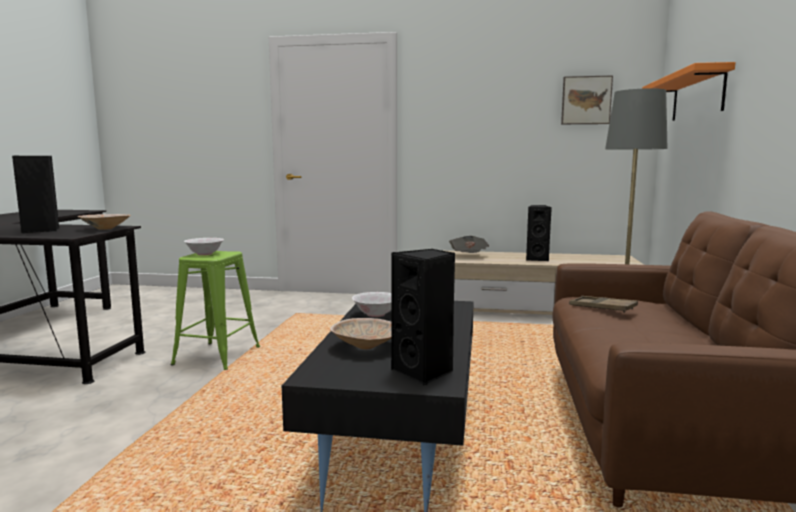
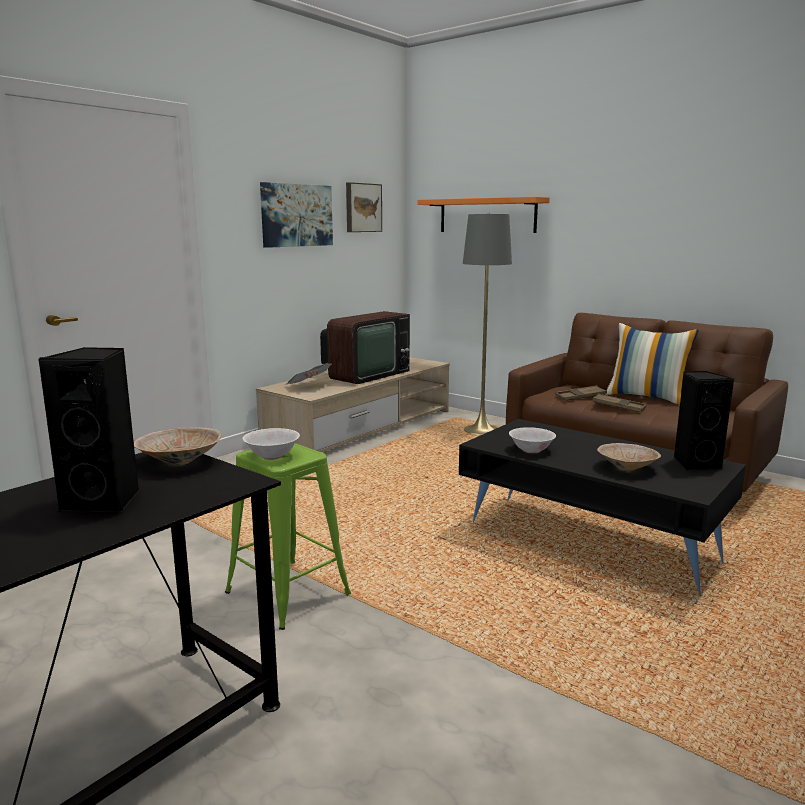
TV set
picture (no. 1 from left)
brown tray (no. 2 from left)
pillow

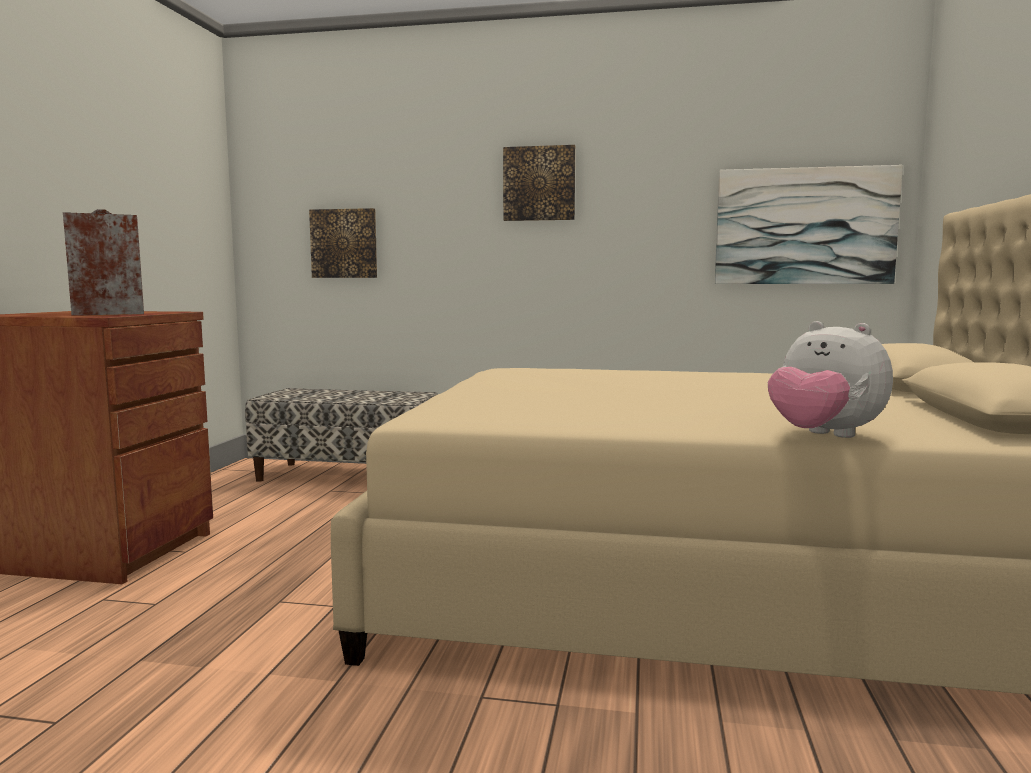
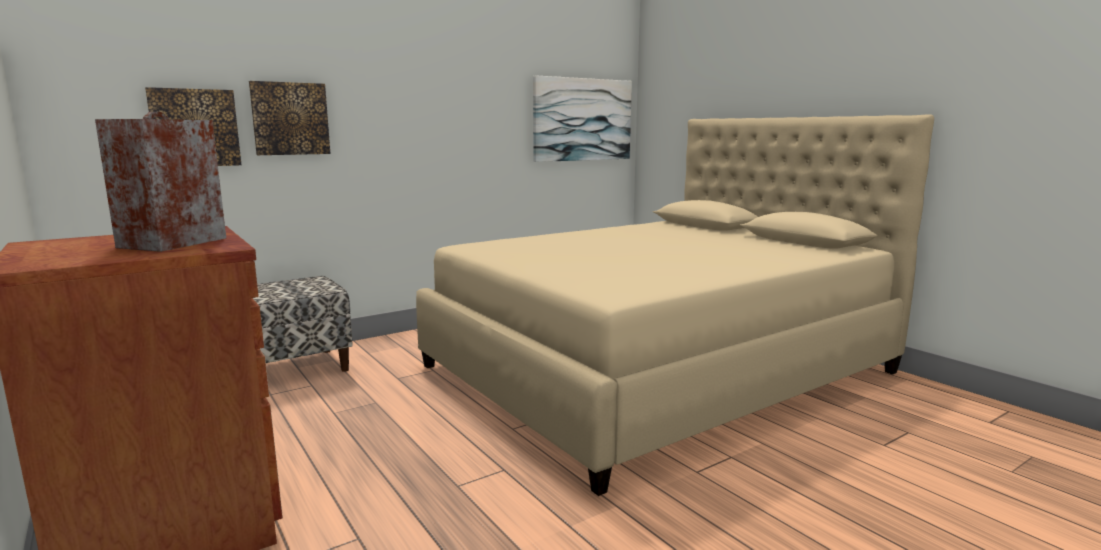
picture (no. 2 from left)
cuddly toy

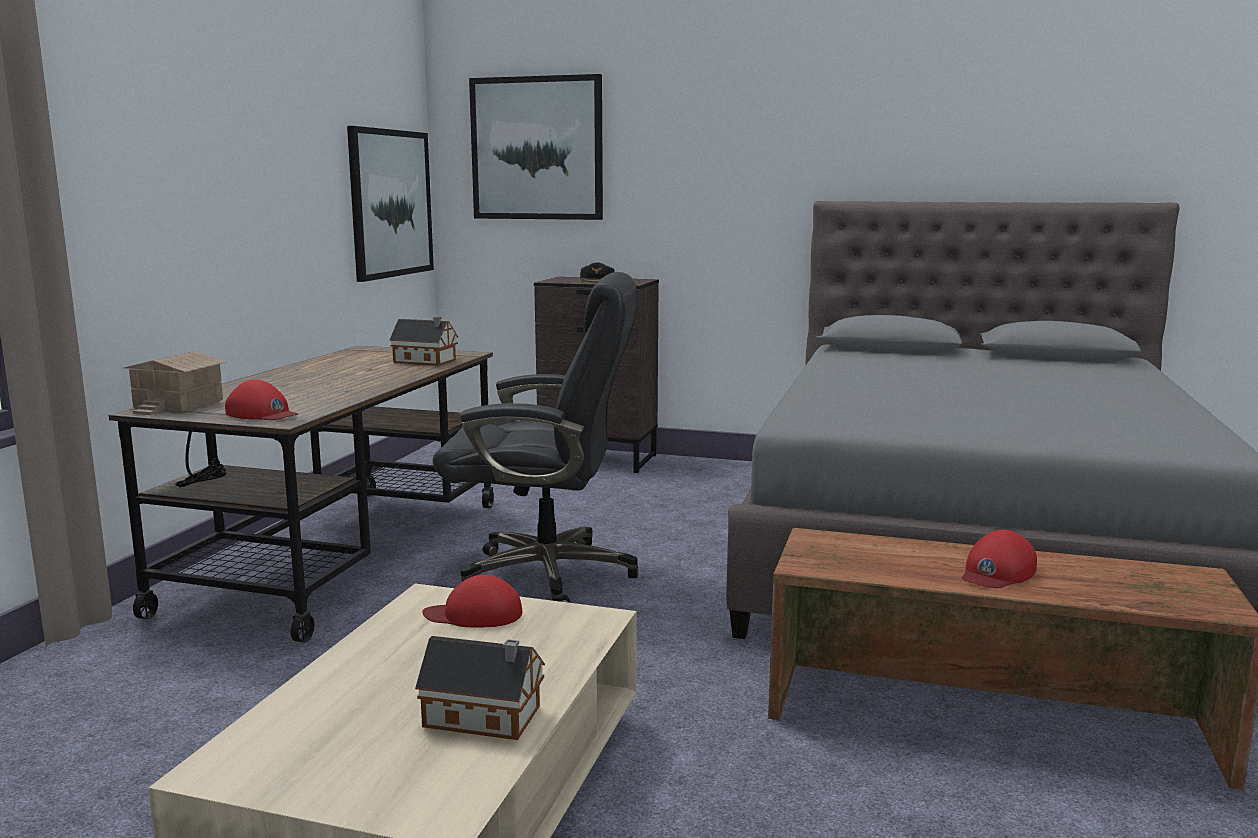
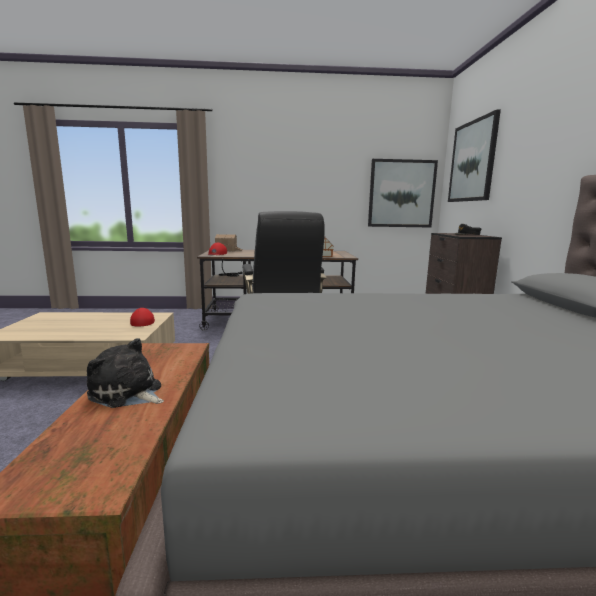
miniature house (no. 3 from left in the first image)
cuddly toy

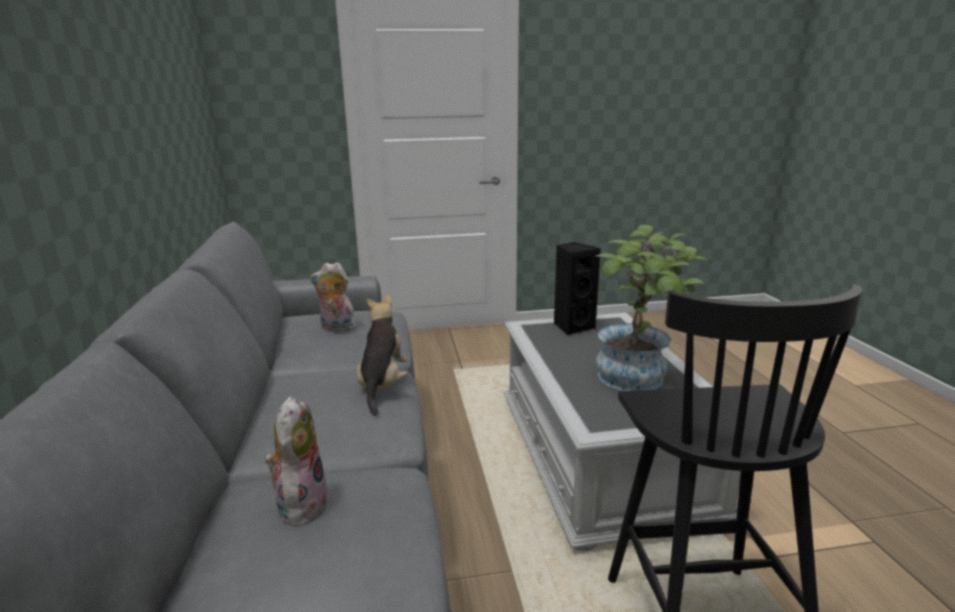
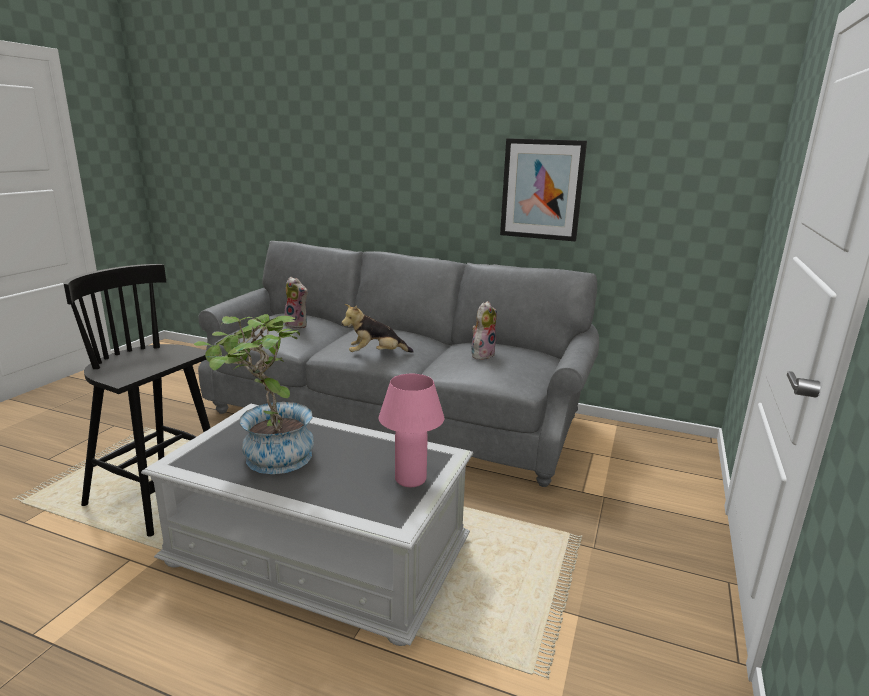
cuddly toy (no. 2 from left)
pink-coloured table lamp
picture

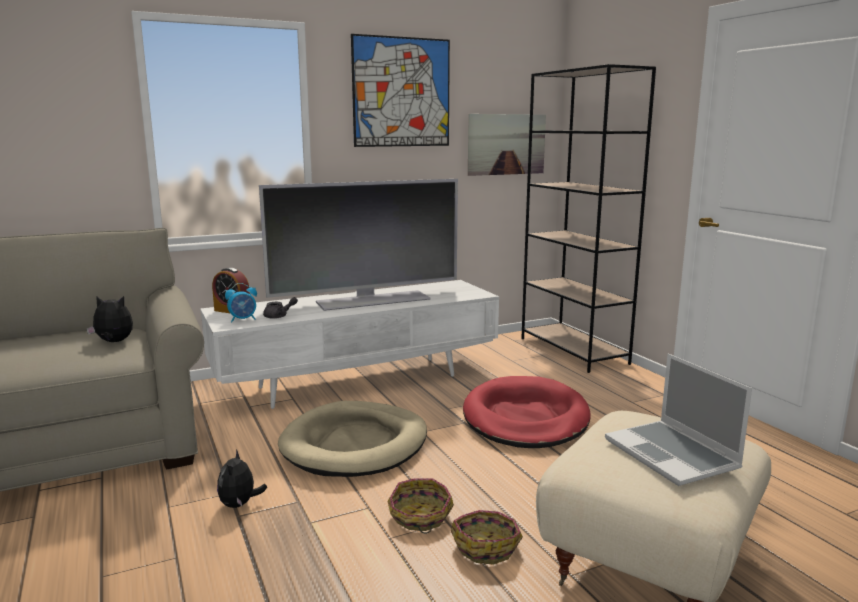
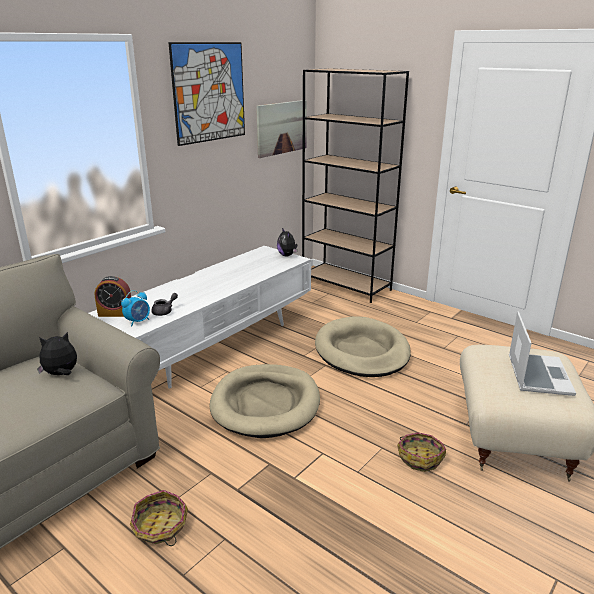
cuddly toy (no. 2 from left)
TV set
basket (no. 1 from left)
beige pet bed (no. 2 from left)
laptop

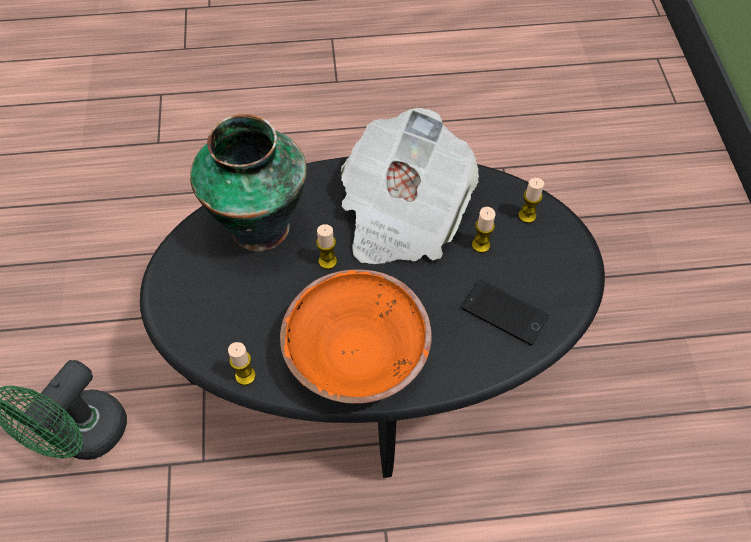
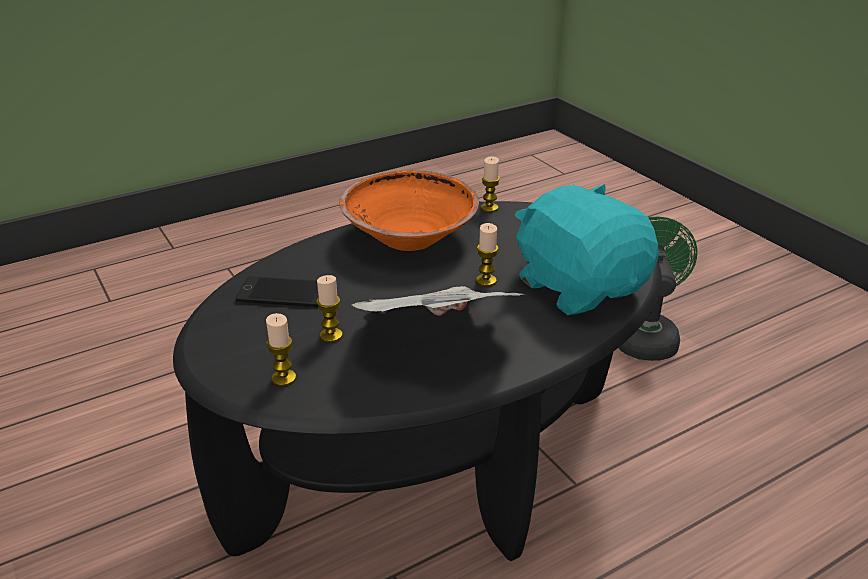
turquoise cuddly toy

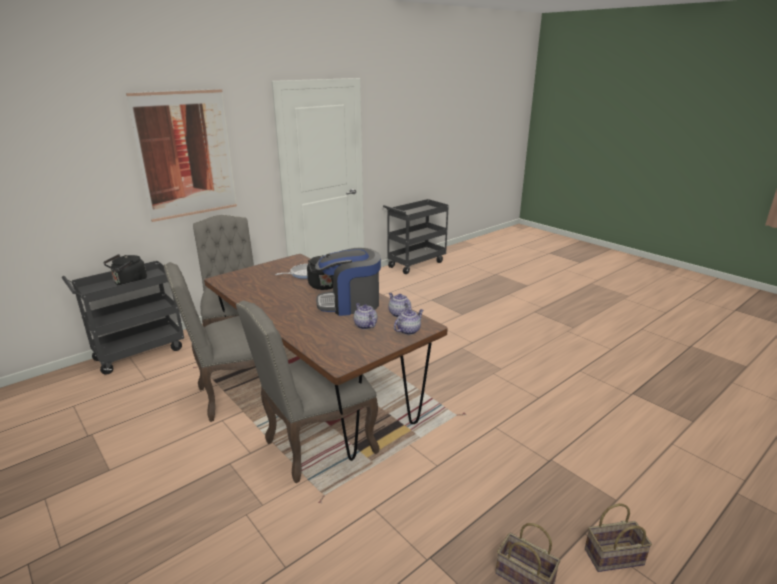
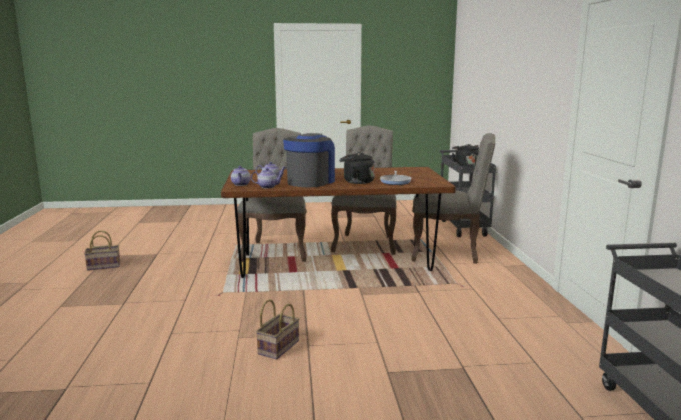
picture
basket (no. 2 from left)

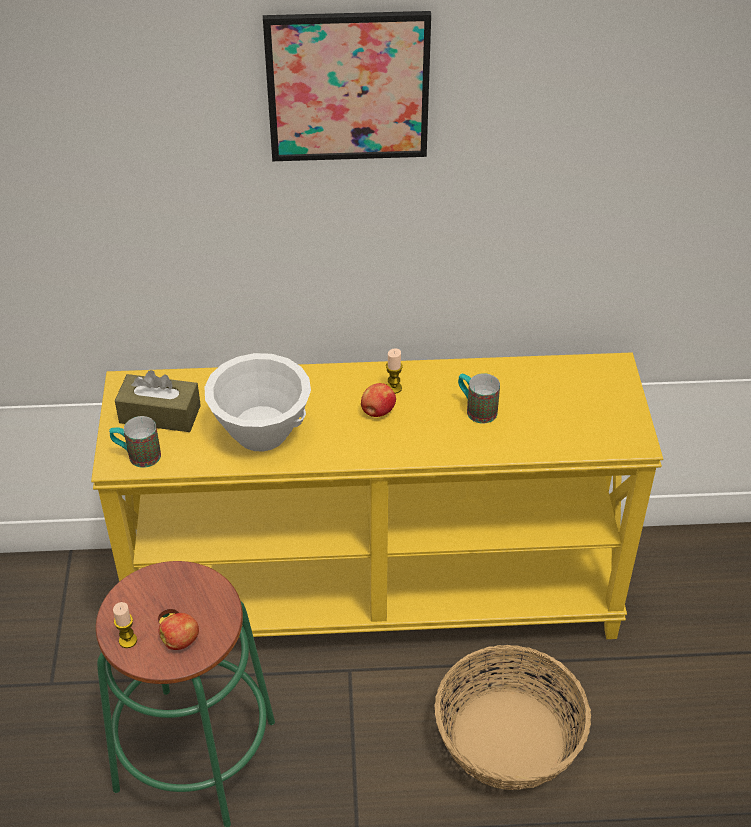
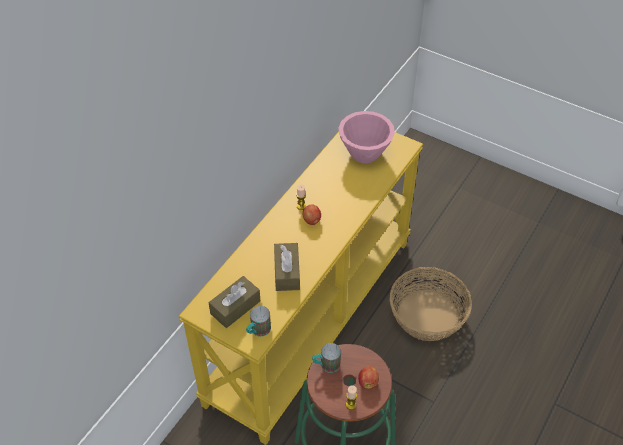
brown tissue box (no. 2 from left)
picture
tea mug (no. 2 from left)
pink-coloured bowl

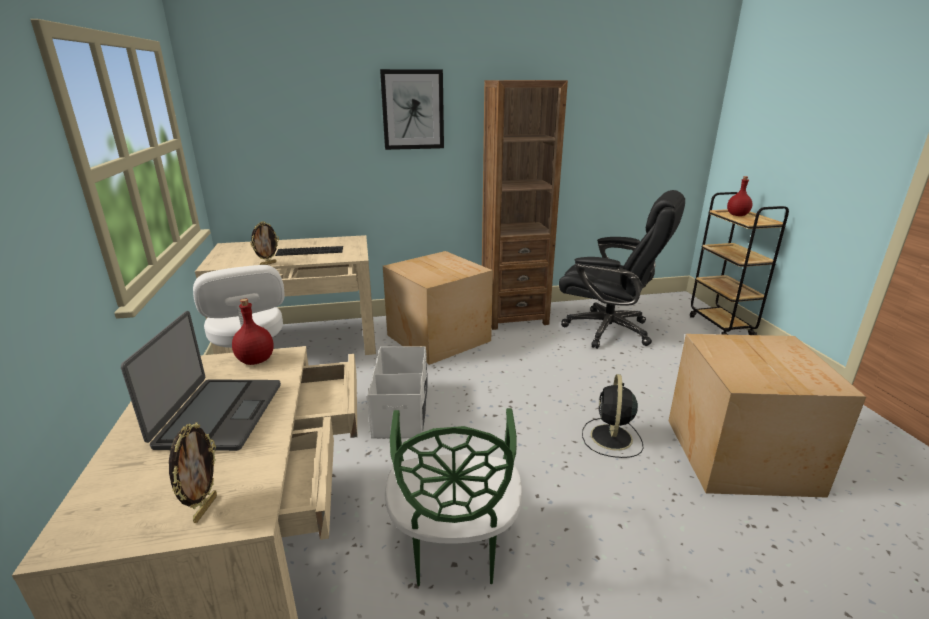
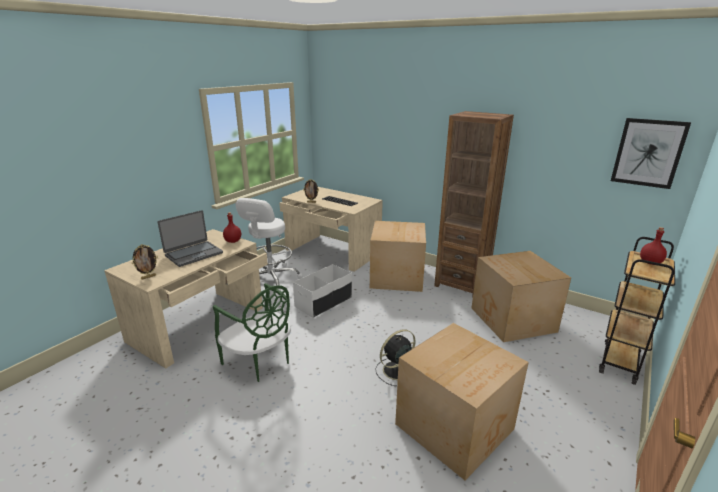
picture
green-coloured upright chair
cardboard box (no. 3 from left)

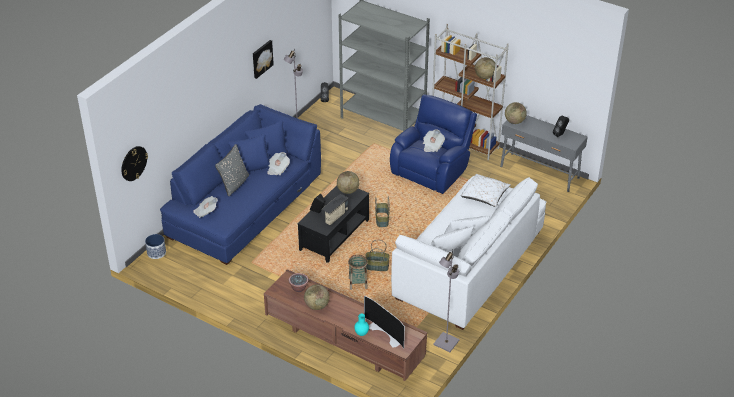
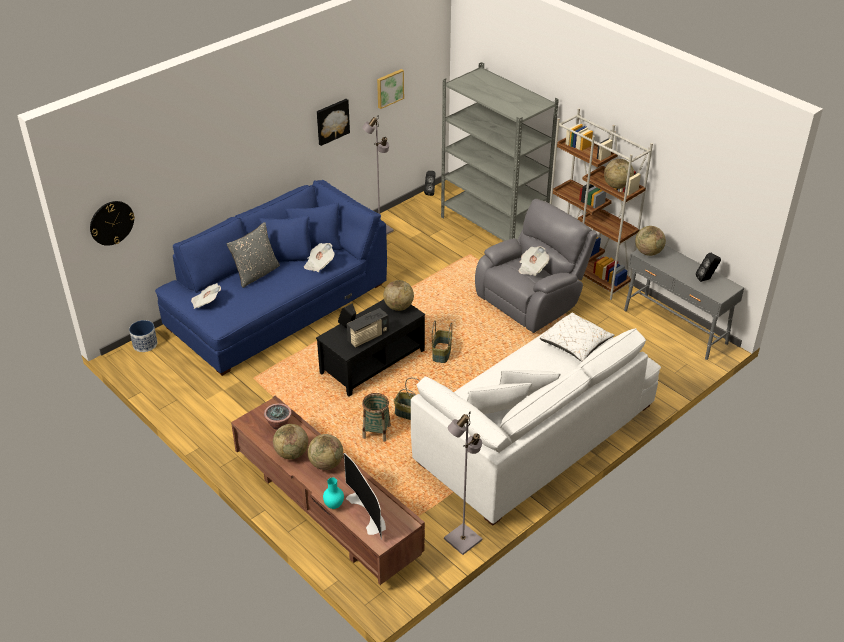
gray easy chair
globe (no. 2 from left)
picture (no. 2 from left)

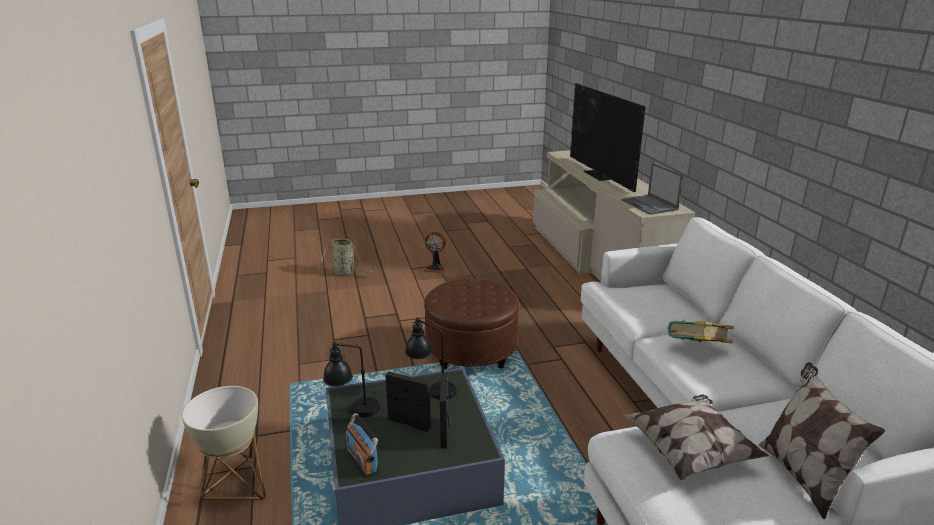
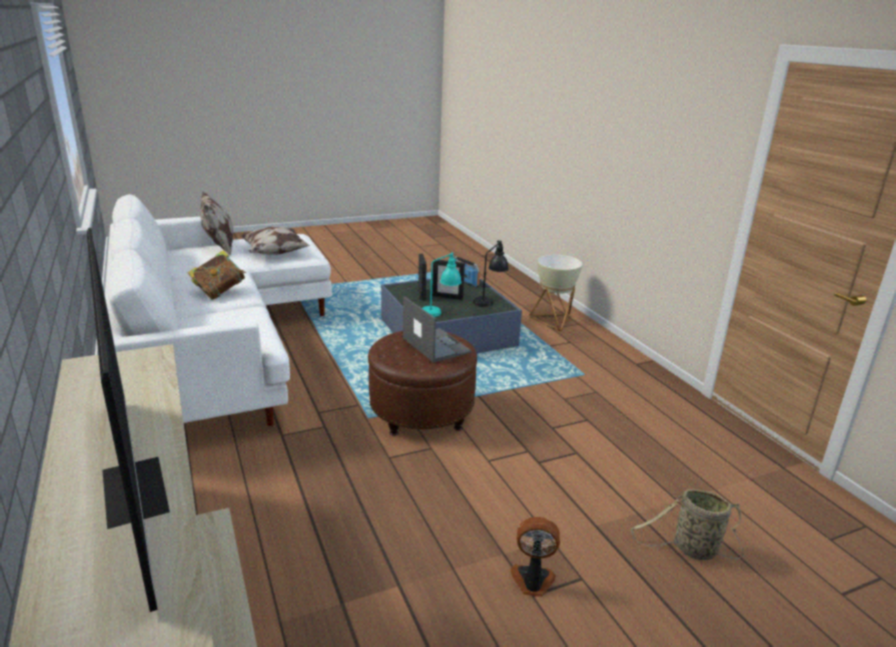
turquoise table lamp
laptop

